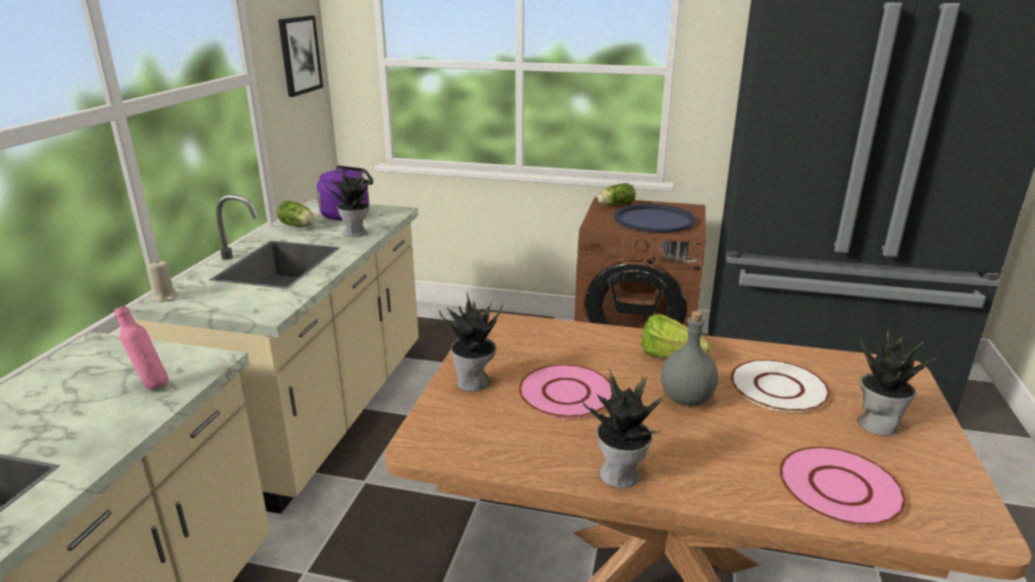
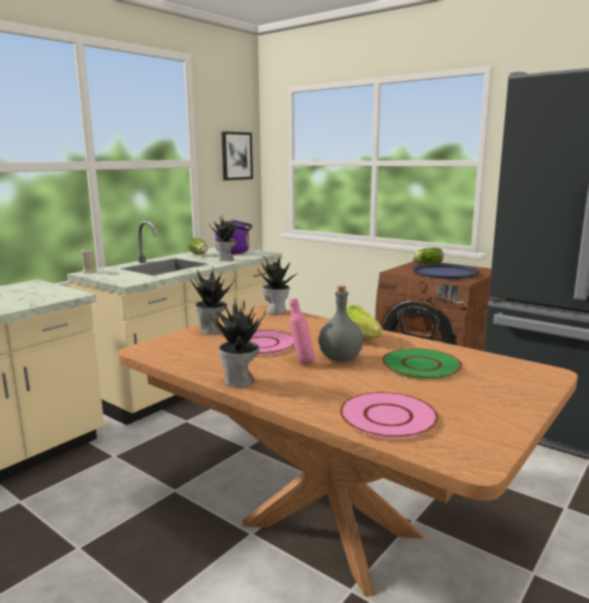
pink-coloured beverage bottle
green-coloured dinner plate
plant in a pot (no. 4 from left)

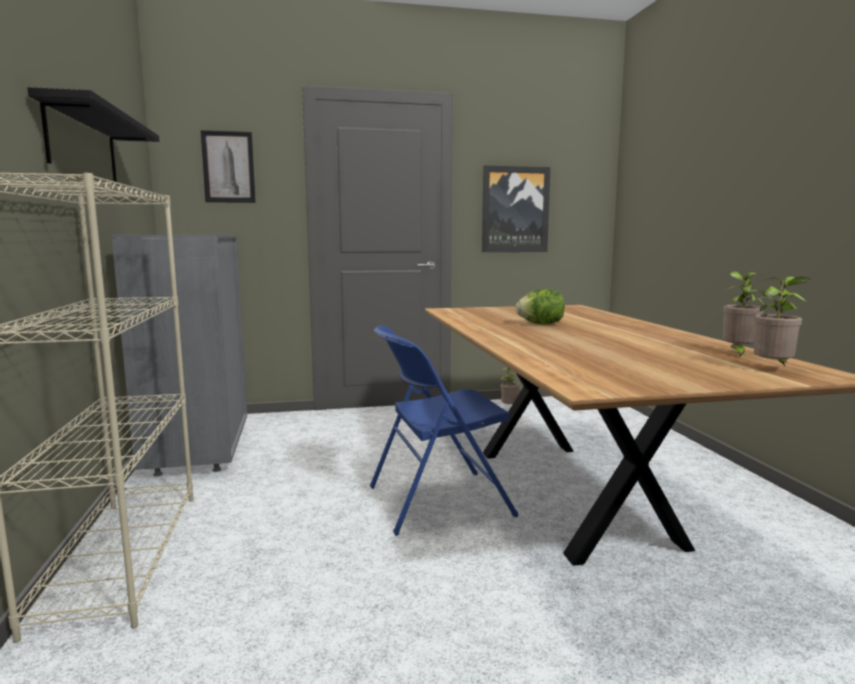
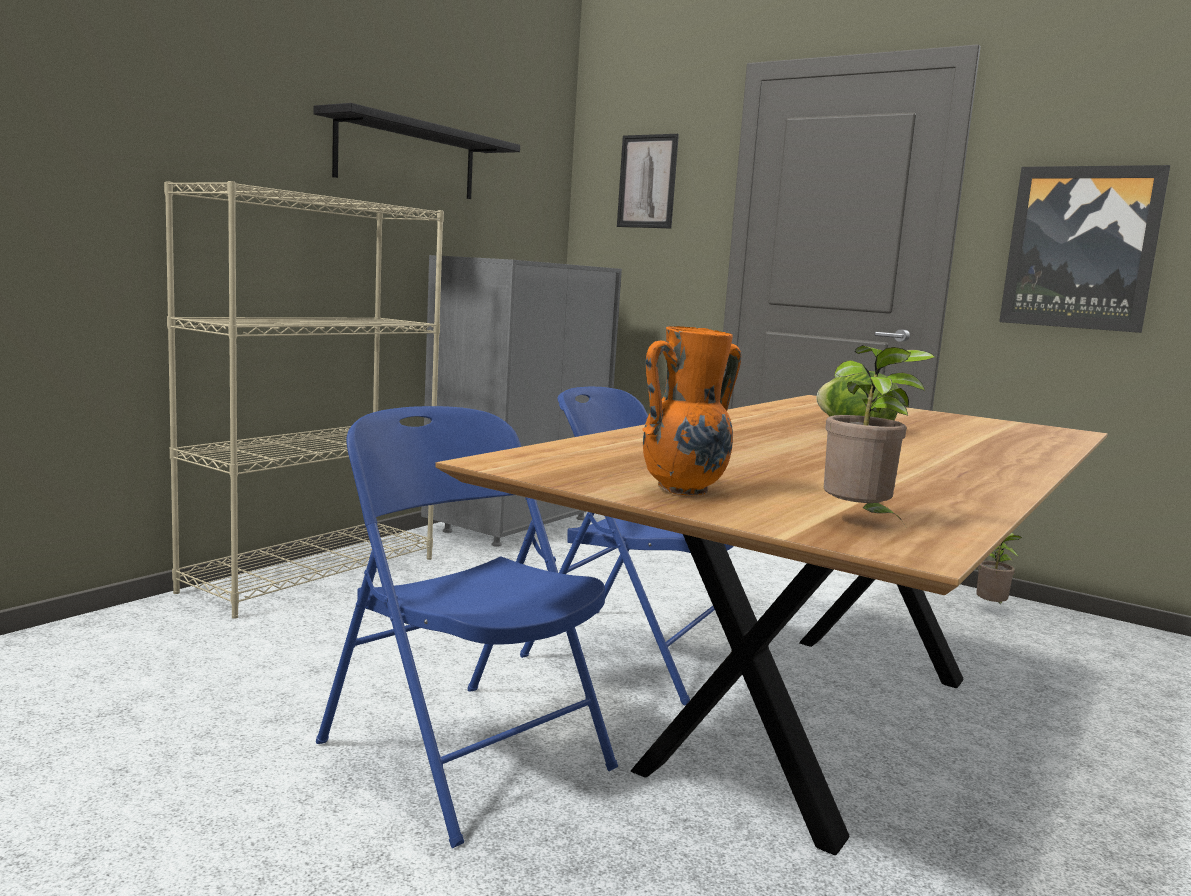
plant in a pot (no. 2 from left in the first image)
blue upright chair (no. 1 from left)
orangey decorative vase

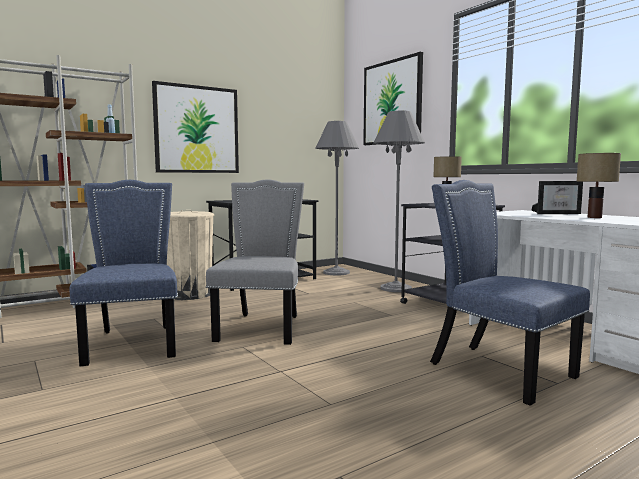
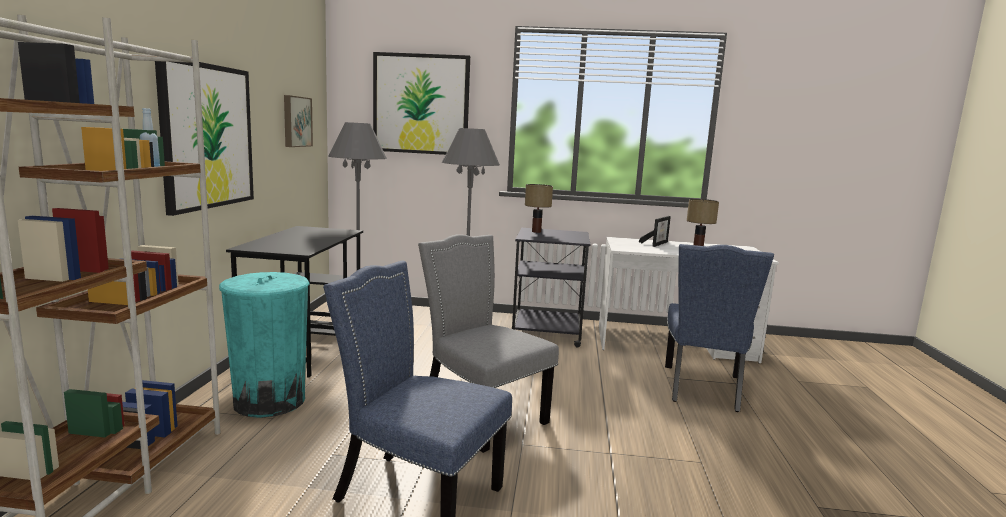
turquoise trash can
blue upright chair (no. 2 from left)
picture (no. 2 from left)

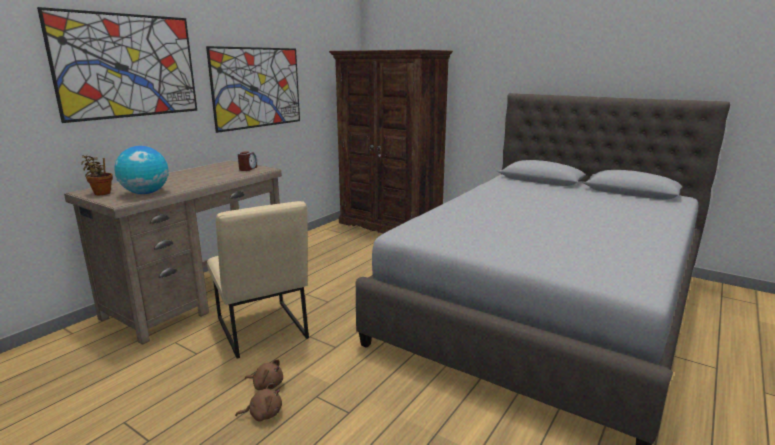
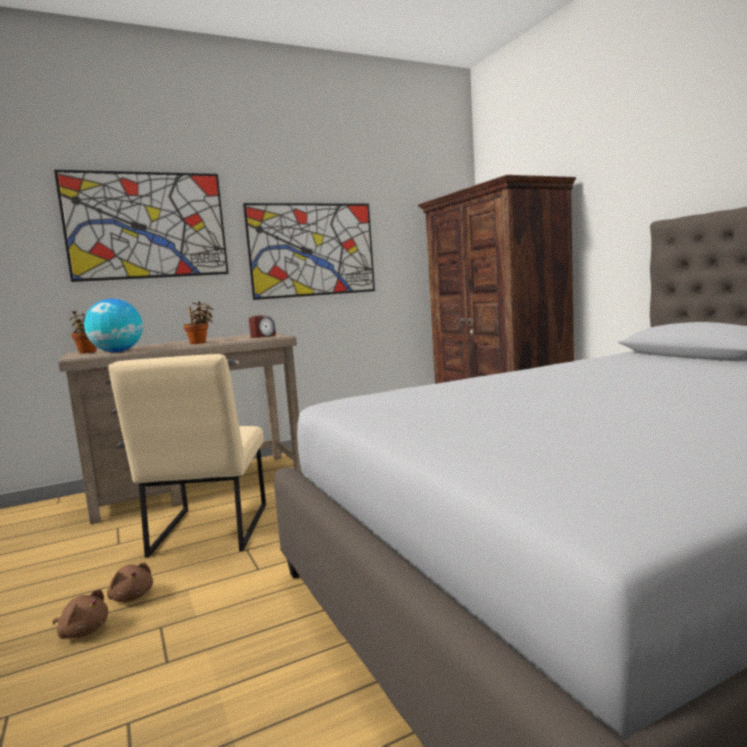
plant in a pot (no. 2 from left)

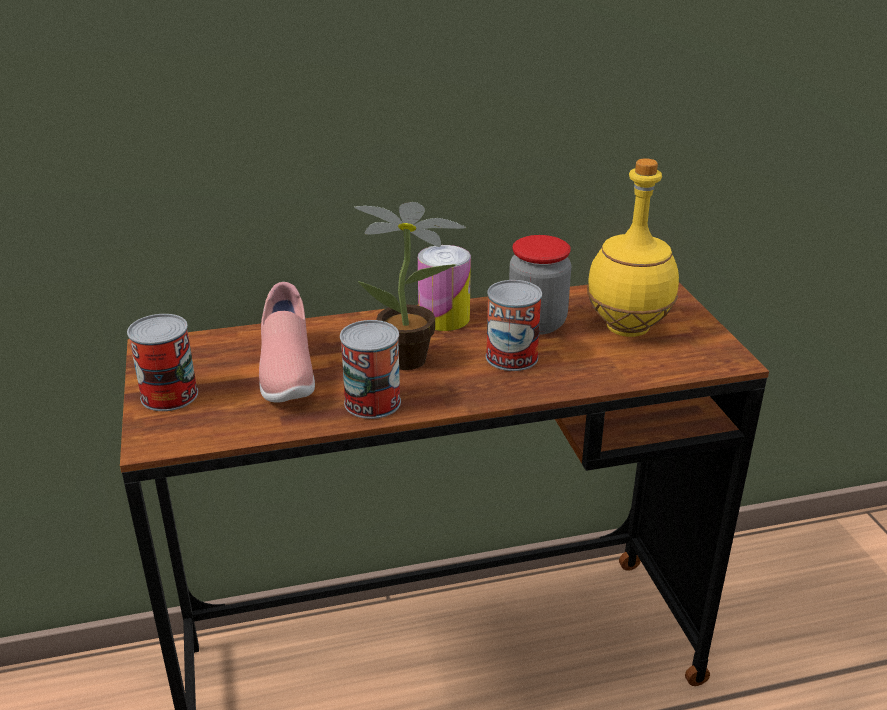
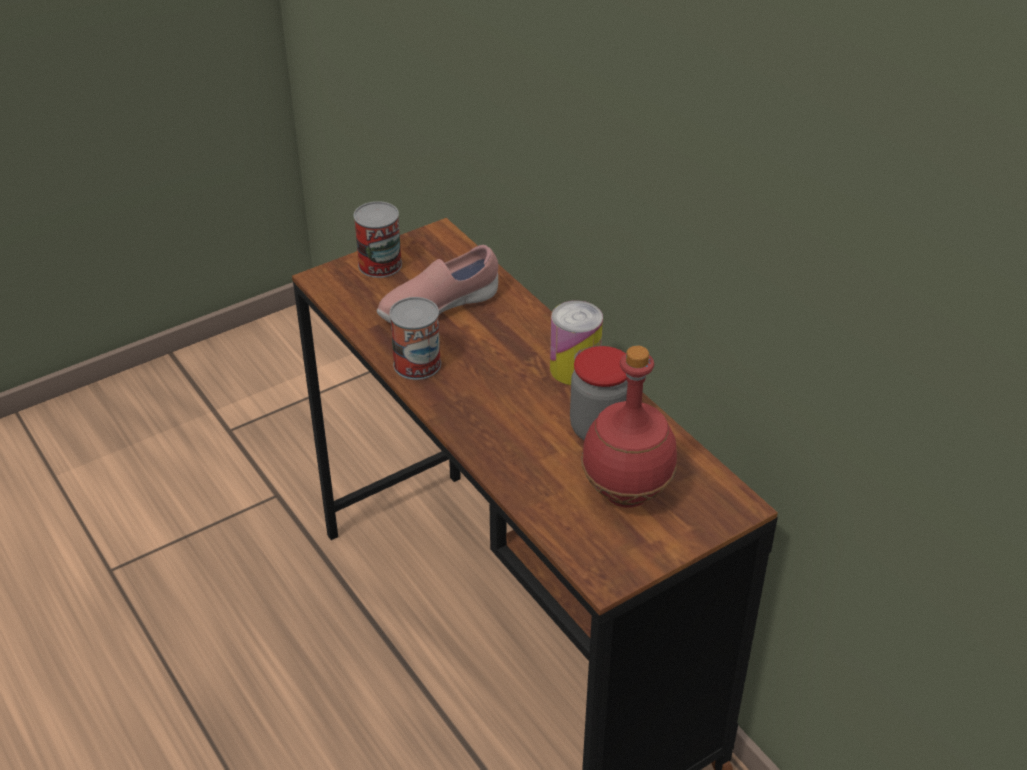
plant in a pot
can (no. 4 from left in the first image)
red beverage bottle

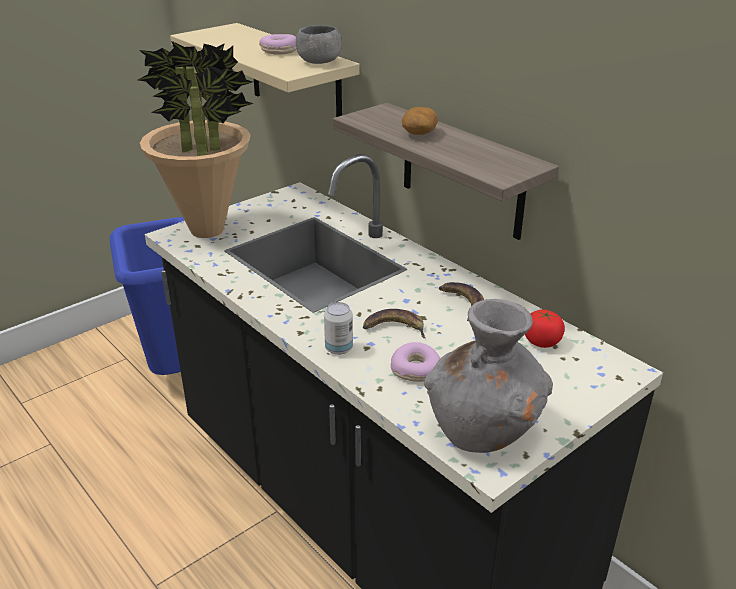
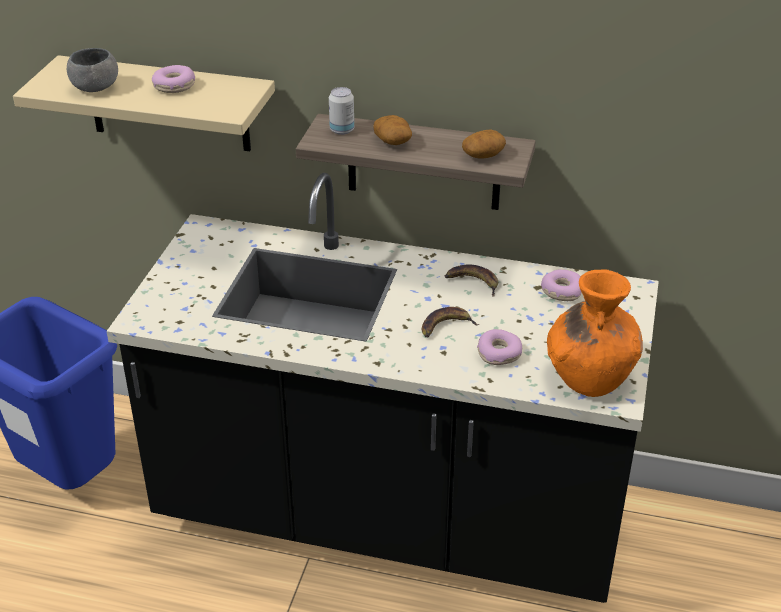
plant in a pot
gray bowl
can
orangey decorative vase
ring doughnut (no. 3 from left)
potato (no. 2 from left)

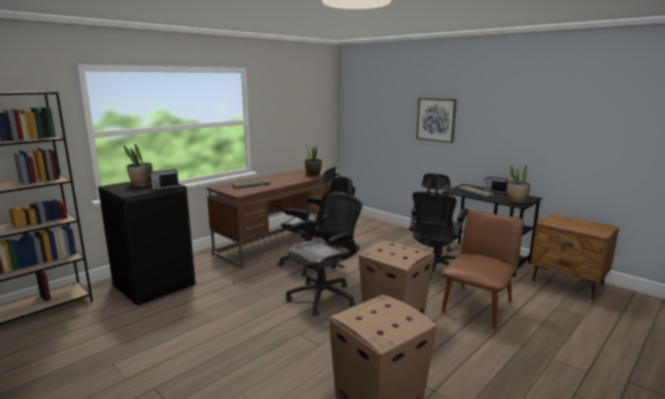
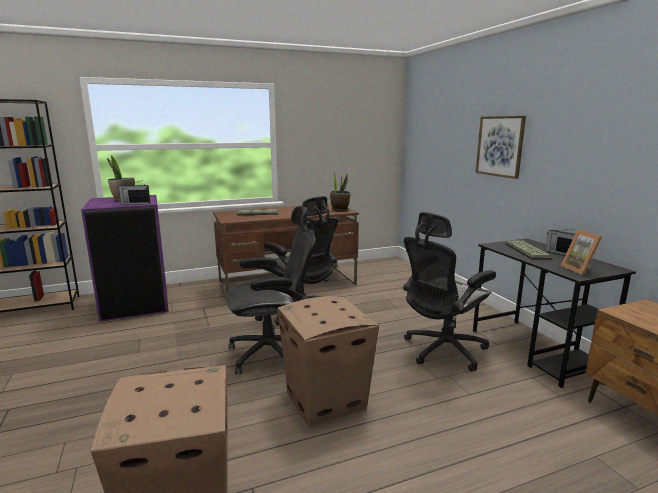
purplish storage cabinet
brown upright chair
standing frame

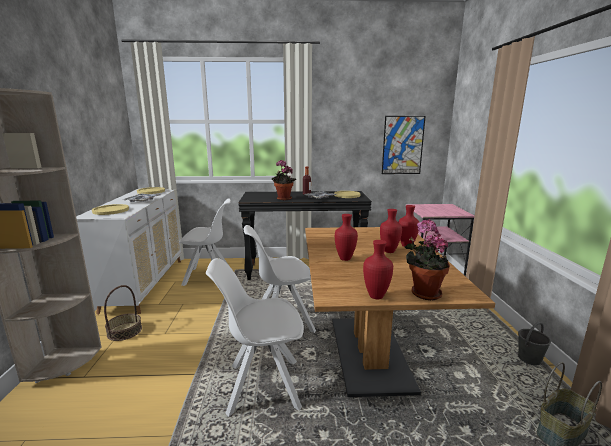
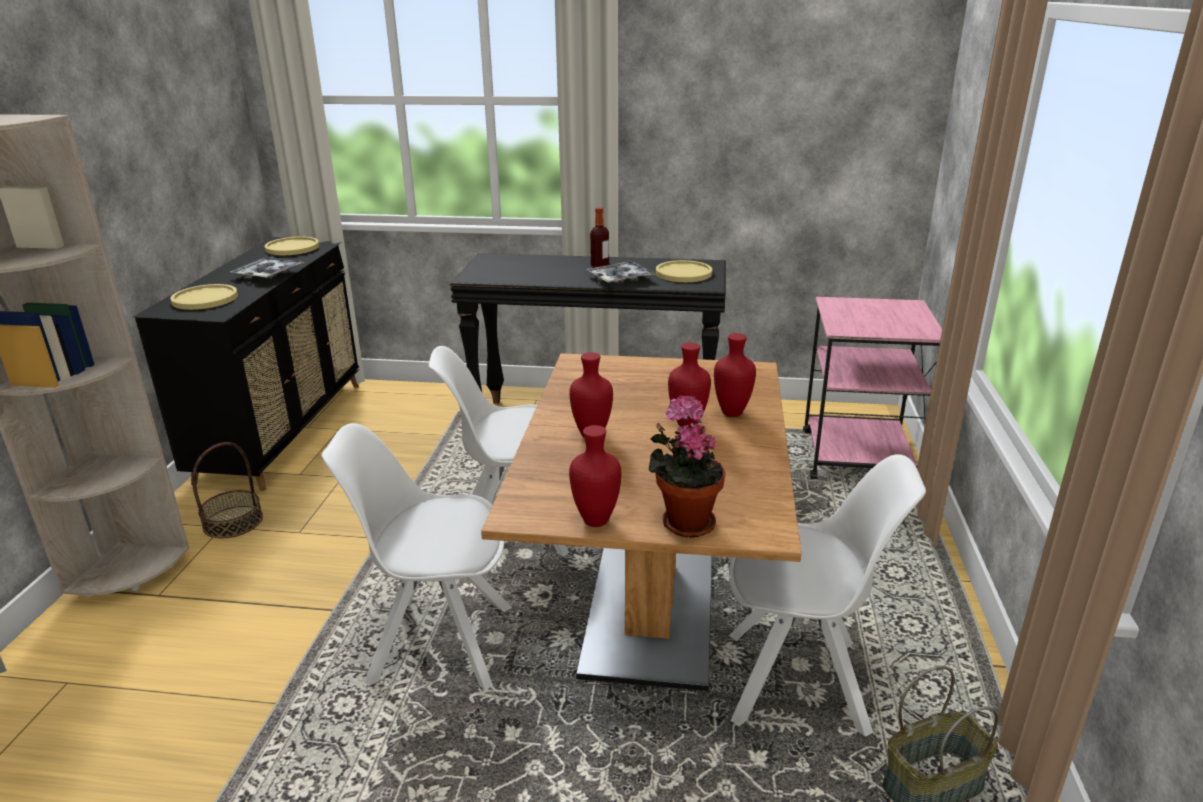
black storage cabinet
white-coloured upright chair (no. 3 from left)
plant in a pot (no. 1 from left in the first image)
picture
gray water bucket

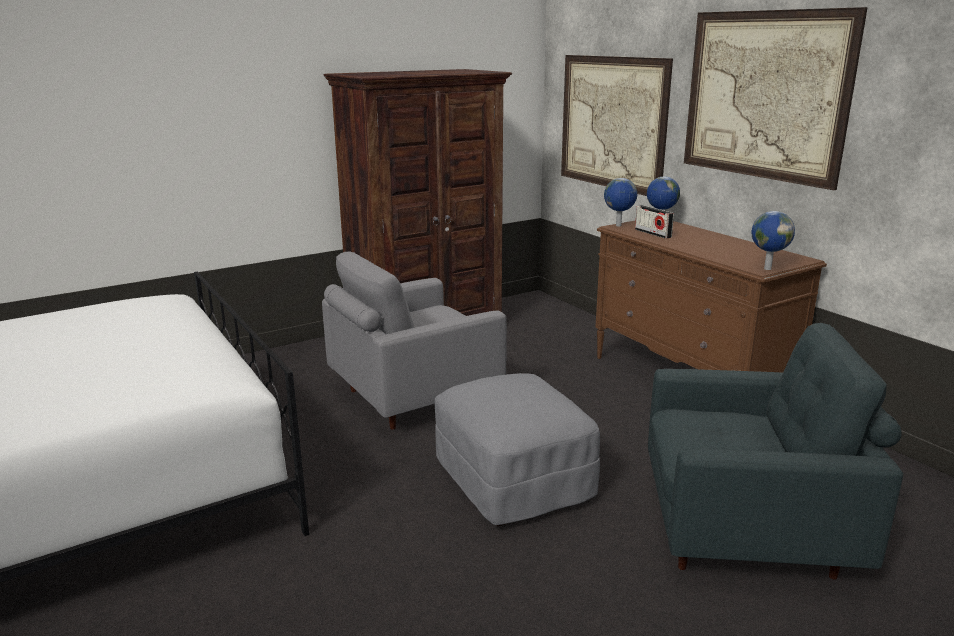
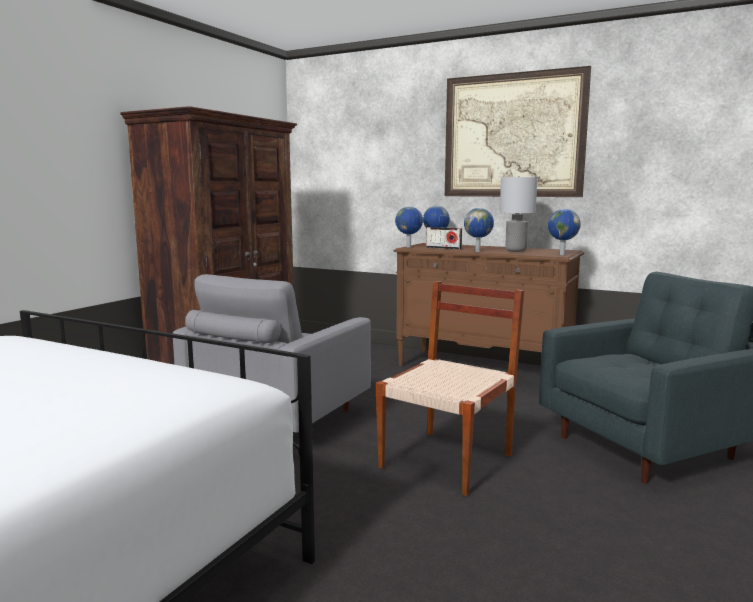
upright chair
picture (no. 1 from left in the first image)
globe (no. 3 from left)
gray table lamp

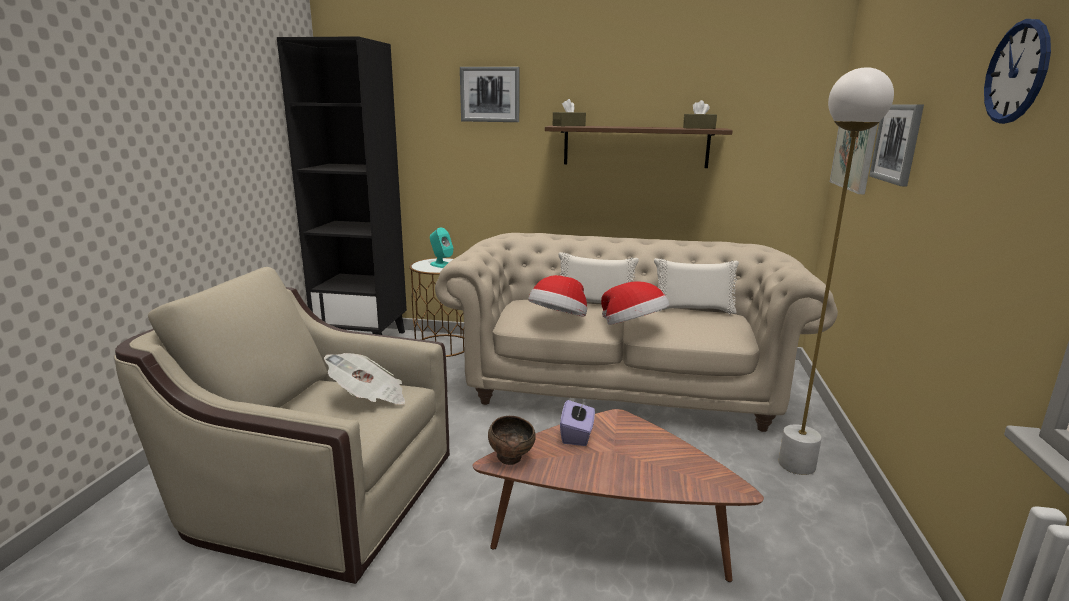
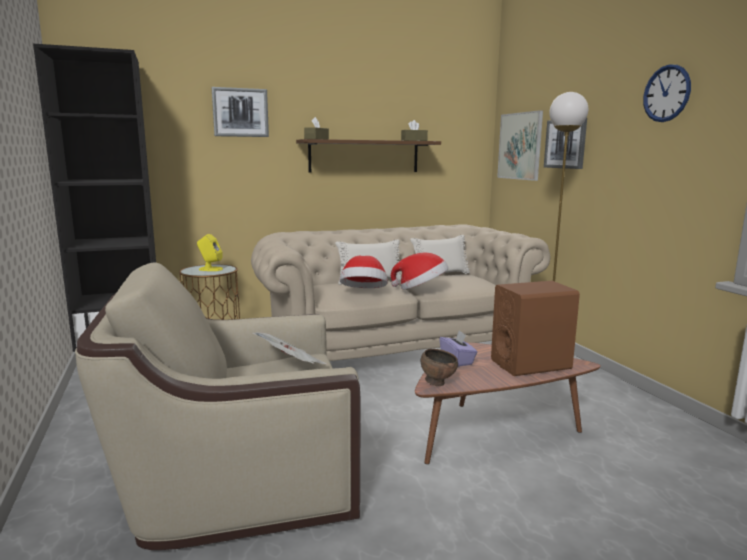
yellow loudspeaker
brown loudspeaker

